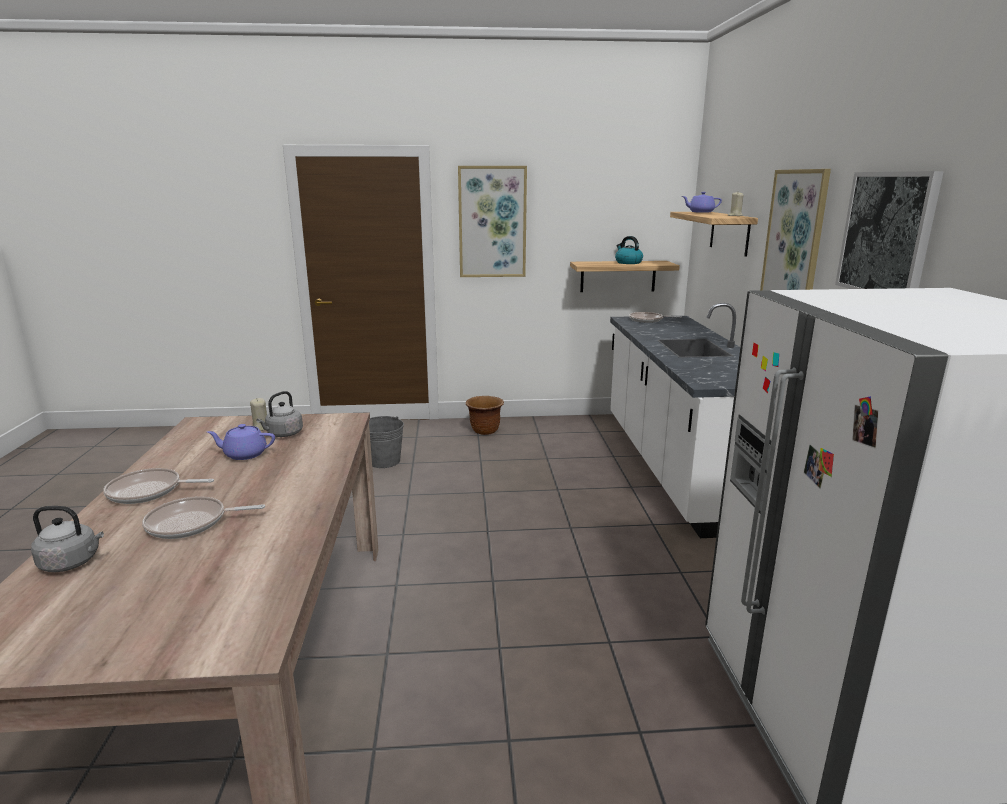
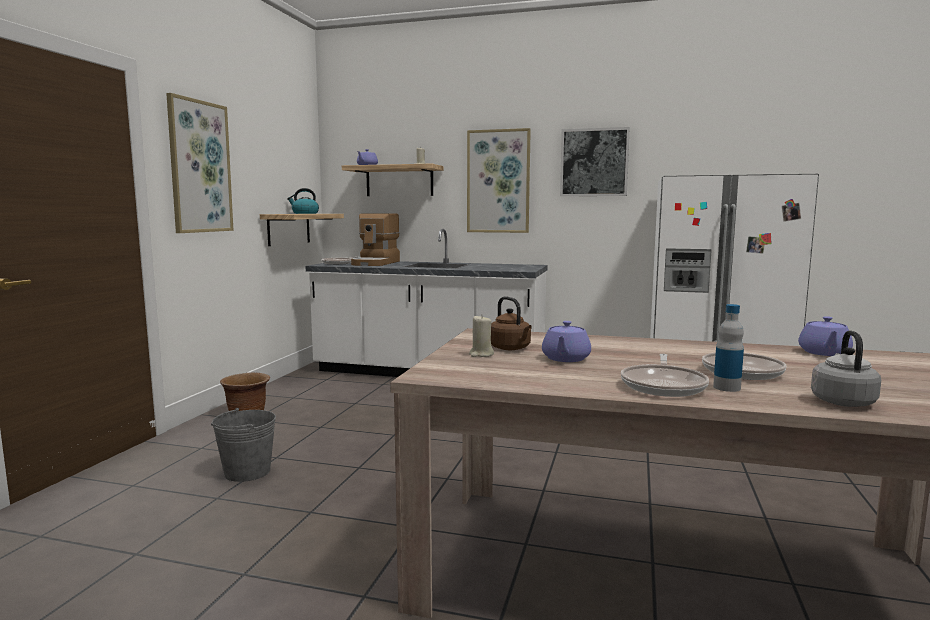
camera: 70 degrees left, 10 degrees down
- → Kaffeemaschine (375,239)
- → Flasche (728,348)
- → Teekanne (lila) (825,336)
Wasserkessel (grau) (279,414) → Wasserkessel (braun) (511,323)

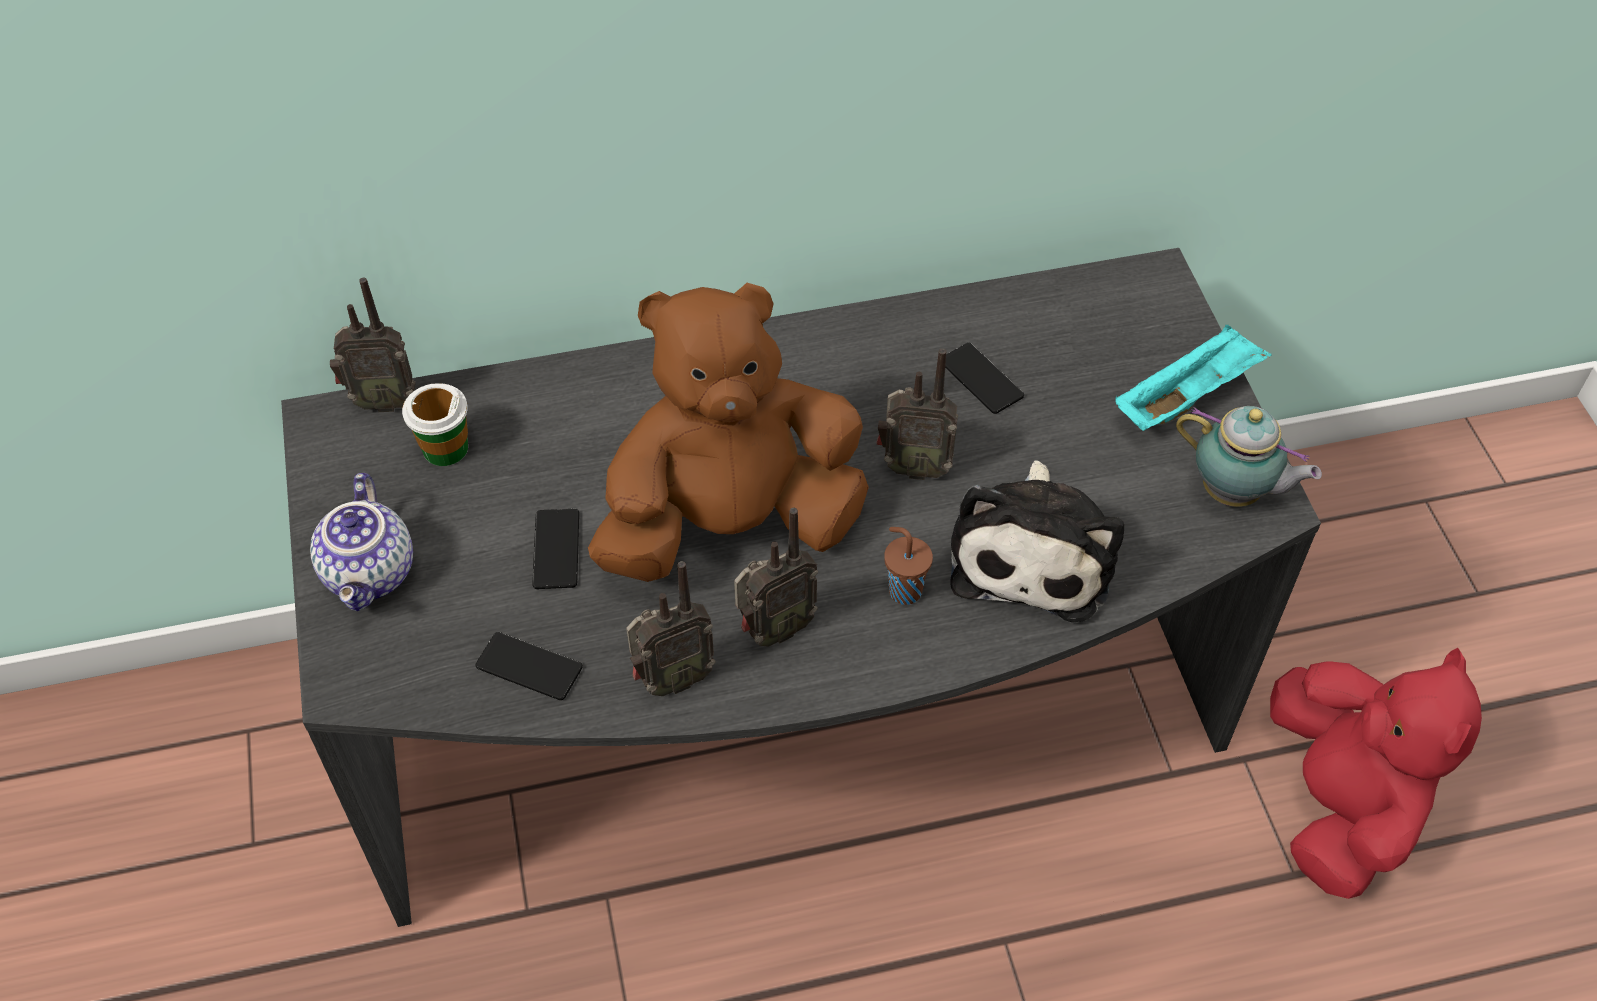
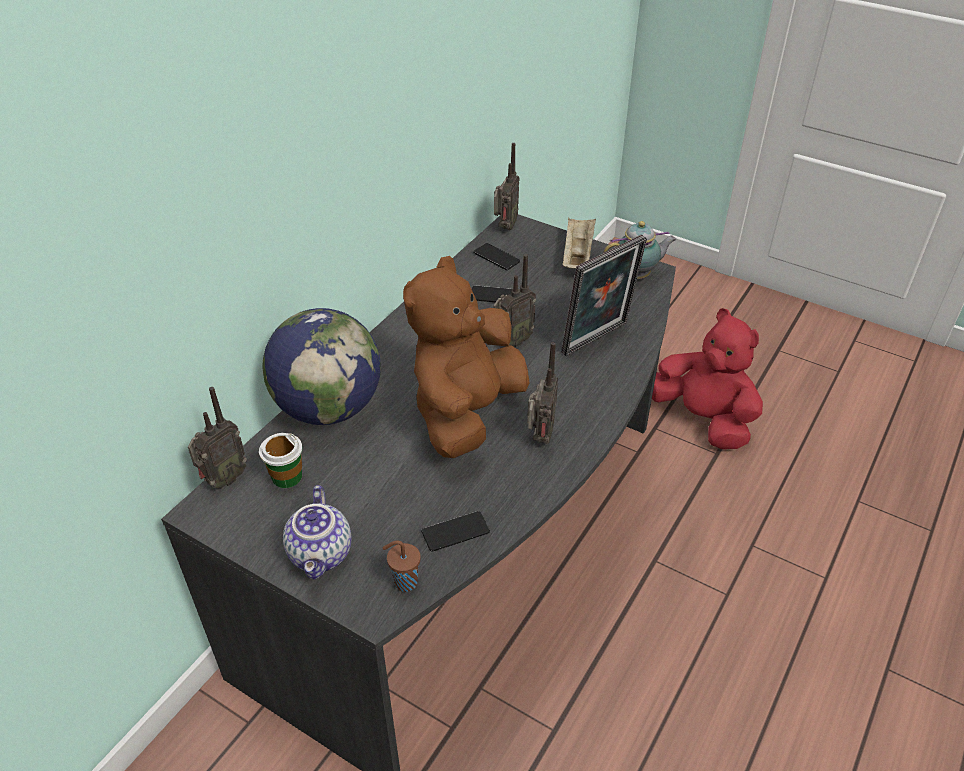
camera: 45 degrees left, 10 degrees down
- → Globus (321,366)
Handy (555,549) → Handy (496,256), moved
Radio (671,628) → Radio (507,186), moved
Tasse (braun) (908,566) → Tasse (braun) (402,566), moved
Plüschtier (1037,541) → Bilderrahmen (604,295)
Tablett (türkis) (1193,377) → Tablett (beige) (579,243)
Teekanne (361,542) → Teekanne (317,532), 45 degrees clockwise

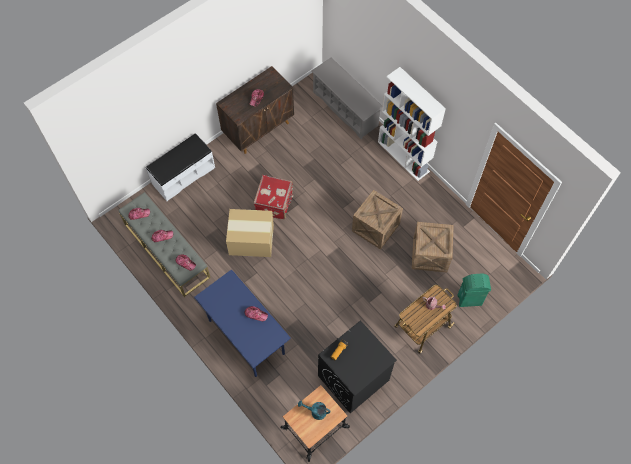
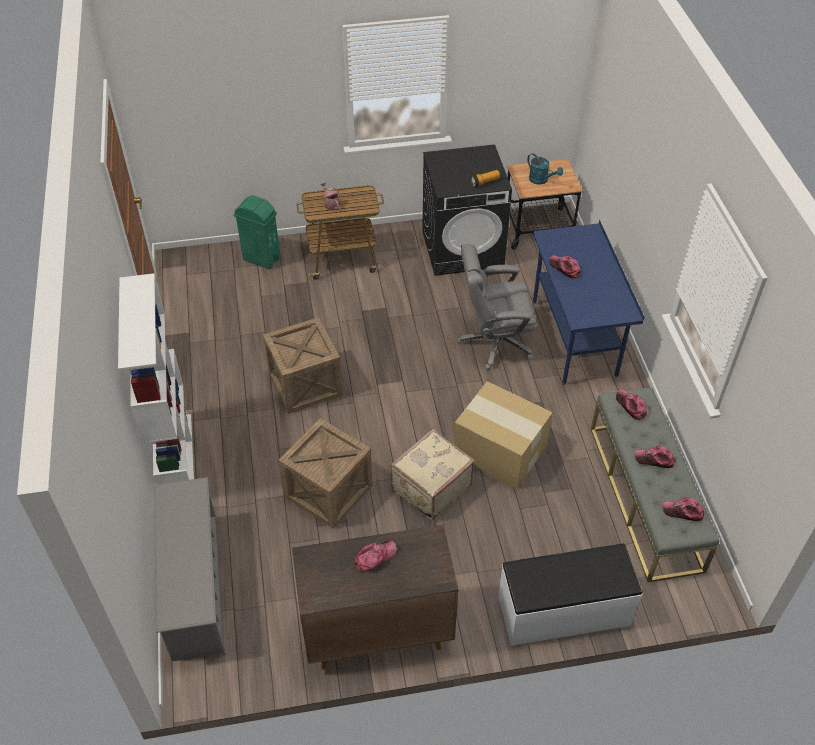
camera: 150 degrees left, 15 degrees down
- → Bürostuhl (grau) (497,307)
Kiste (433,247) → Kiste (326,473), moved
Koffer (rot) (273,197) → Koffer (beige) (432,474)

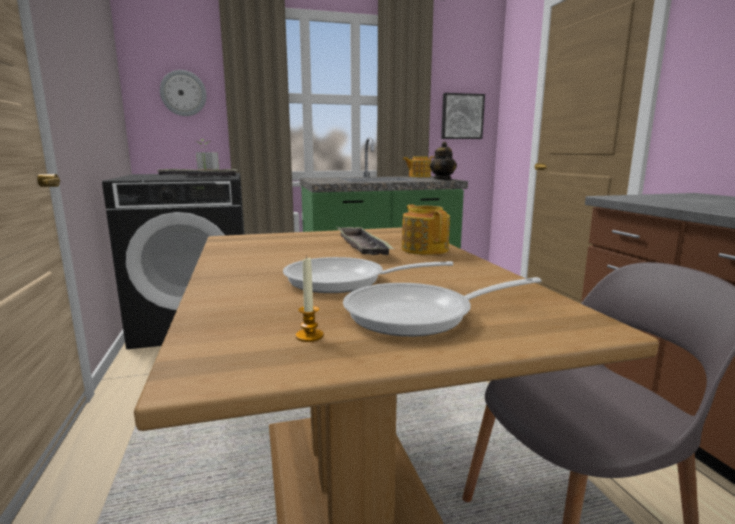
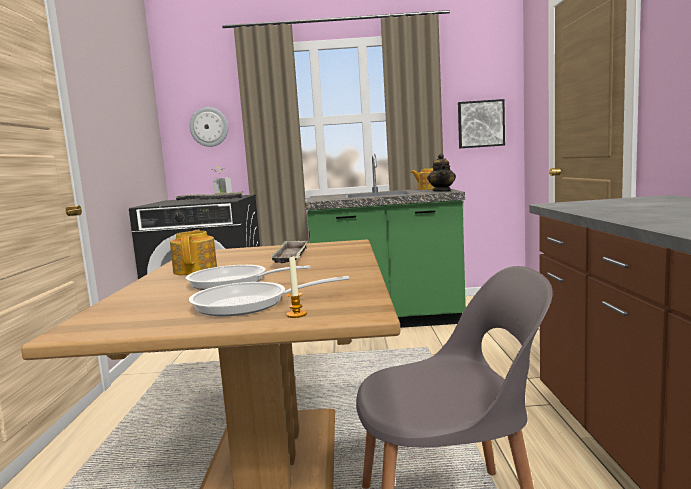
camera: 15 degrees right, 5 degrees down
Kerze (310,299) → Kerze (296,286), moved
Teekanne (426,229) → Teekanne (193,252), moved

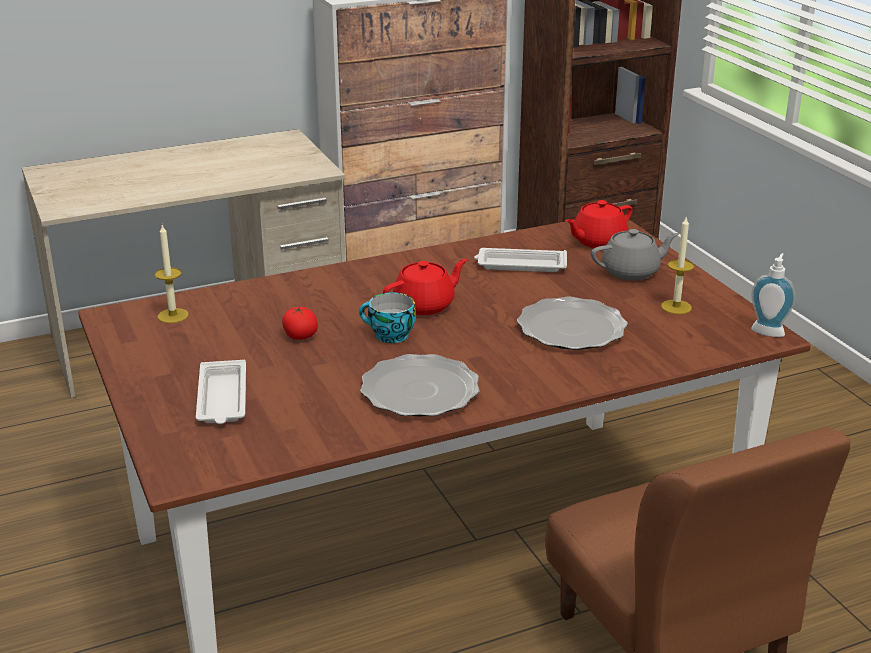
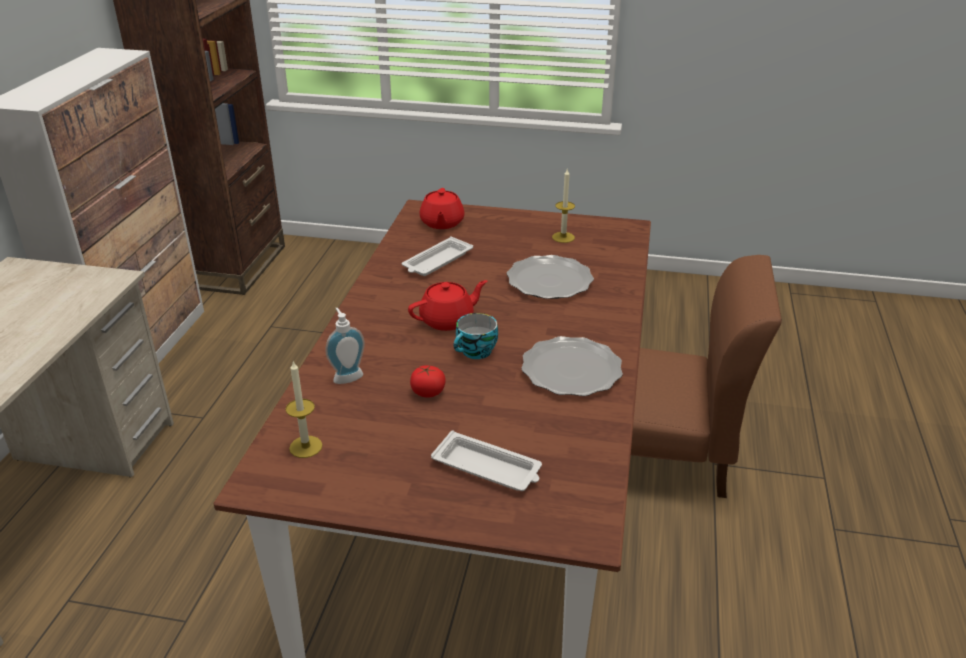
camera: 55 degrees left, 5 degrees up
Teekanne (grau) (635,254) → -
Seifenspender (773,295) → Seifenspender (345,346), moved
Teekanne (rot) (425,287) → Teekanne (rot) (447,305), 60 degrees clockwise

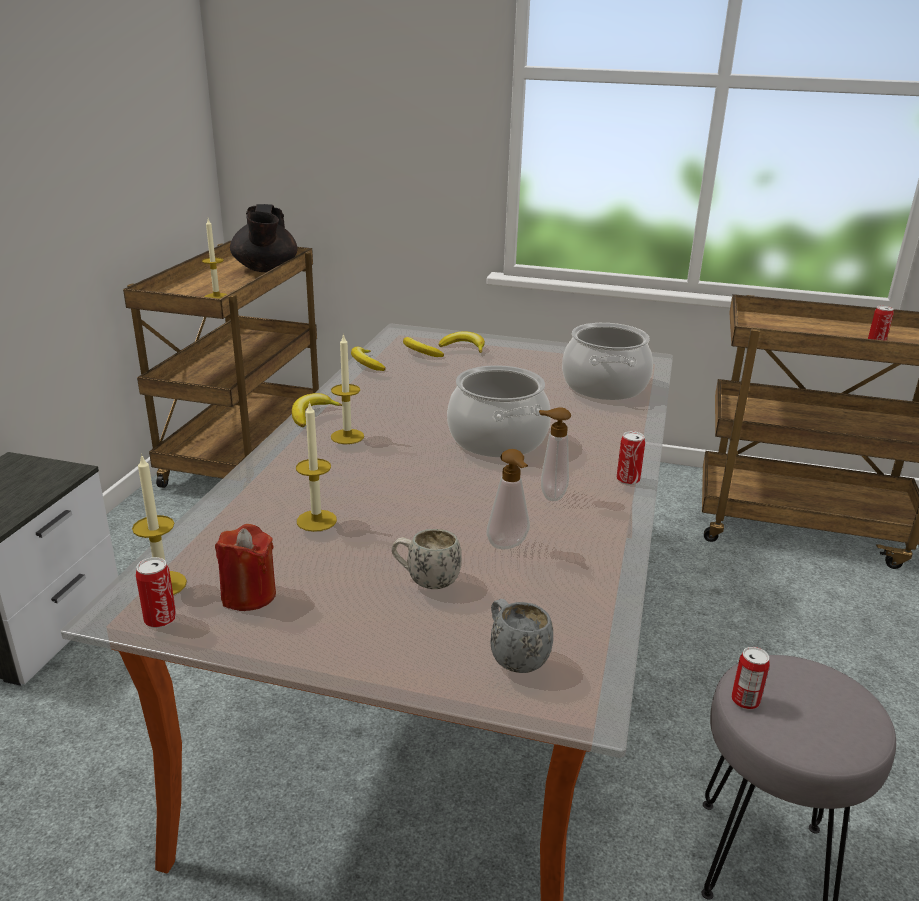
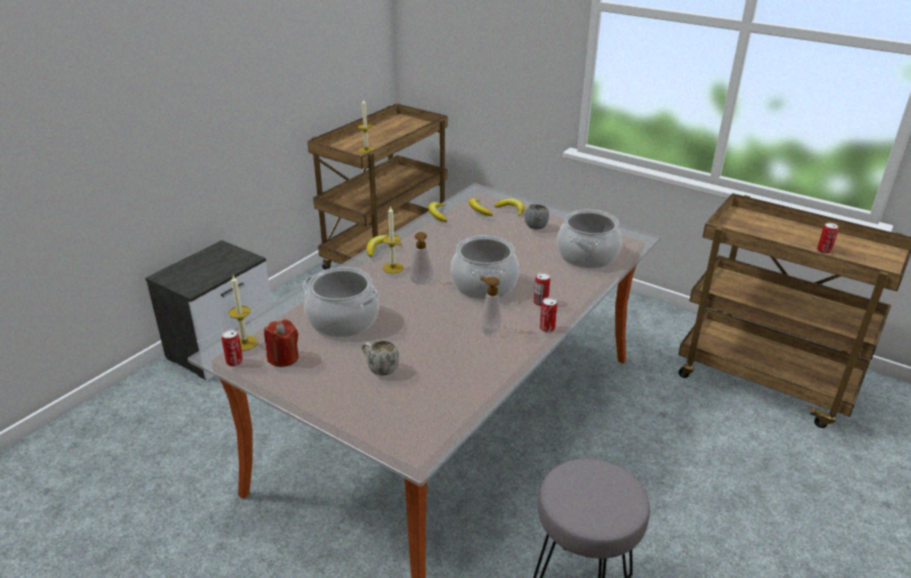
camera: 20 degrees right, 5 degrees up
Teekanne (schwarz) (263,238) → -
Seifenspender (508,499) → Seifenspender (421,258), moved
Henkelbecher (grau) (521,636) → Henkelbecher (grau) (537,217), moved
Dose (750,678) → Dose (542,289), moved
Kerze (316,466) → Kochtopf (341,302)

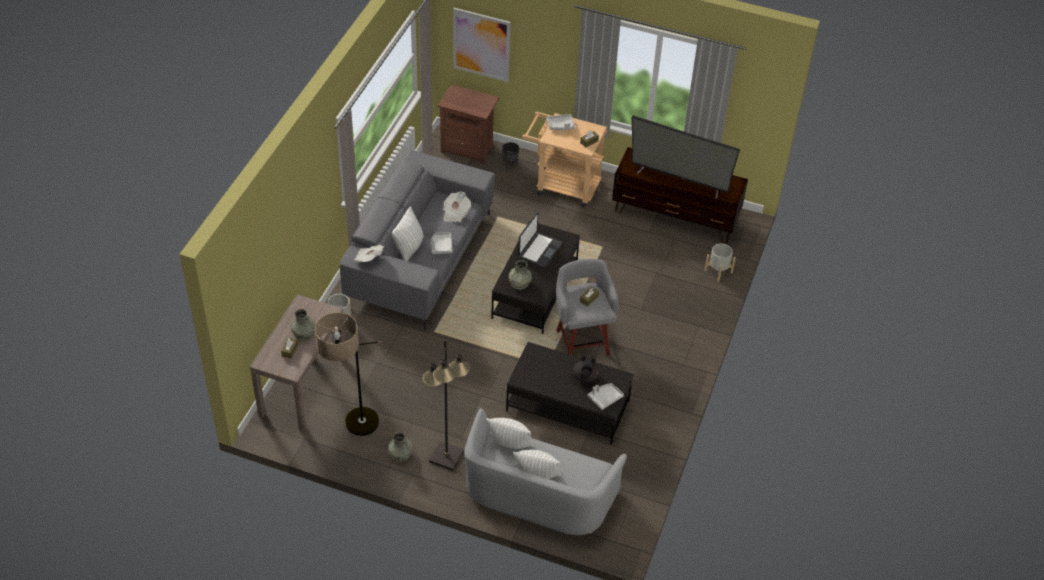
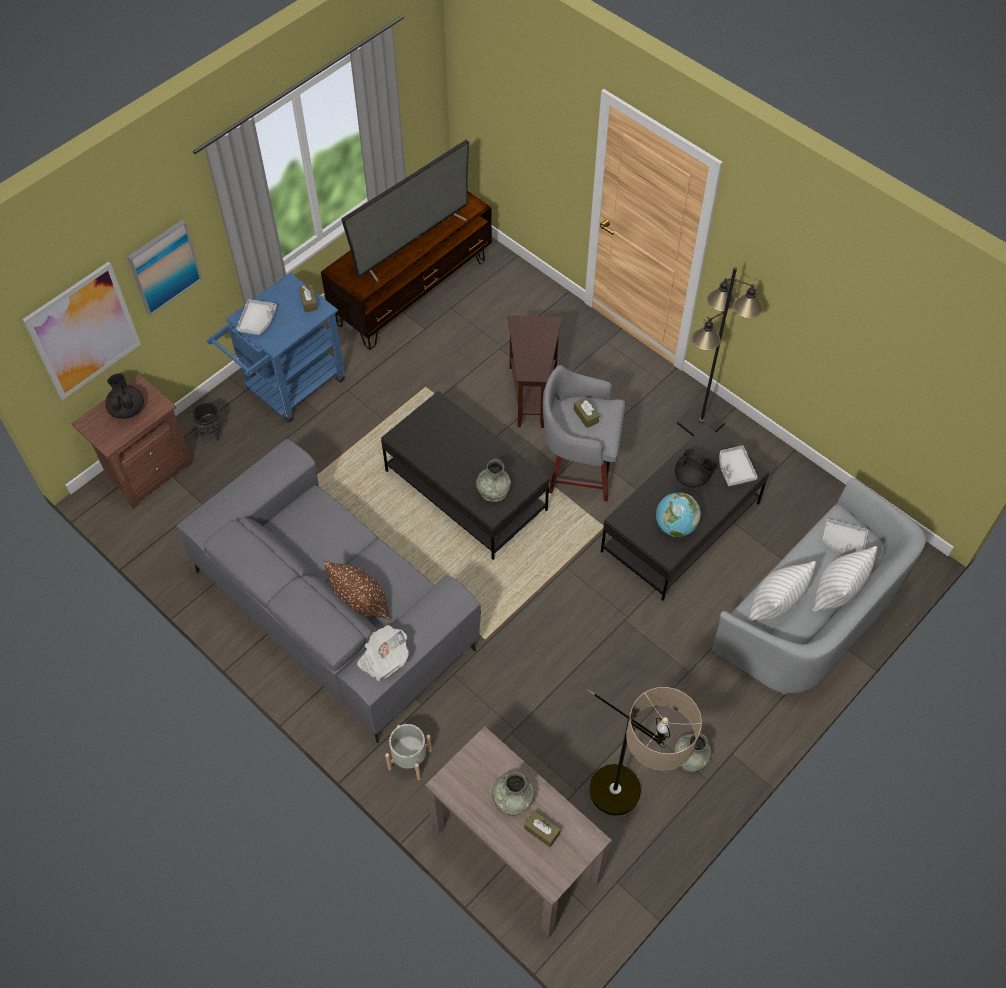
camera: 65 degrees left, 10 degrees up
Zeitung (457,207) → -
Laptop (540,240) → -
Pflanzkübel (grau) (720,262) → -
- → Teekanne (schwarz) (124,396)
- → Bild (164,267)
- → Beistelltisch (braun) (535,372)
- → Globus (678,514)
Stehlampe (schwarz) (446,405) → Stehlampe (schwarz) (720,351), moved
Tablett (grau) (442,243) → Tablett (grau) (845,536), moved
Kissen (weiß) (408,233) → Kissen (braun) (357,590)
Rollwagen (beige) (564,160) → Rollwagen (blau) (276,348)

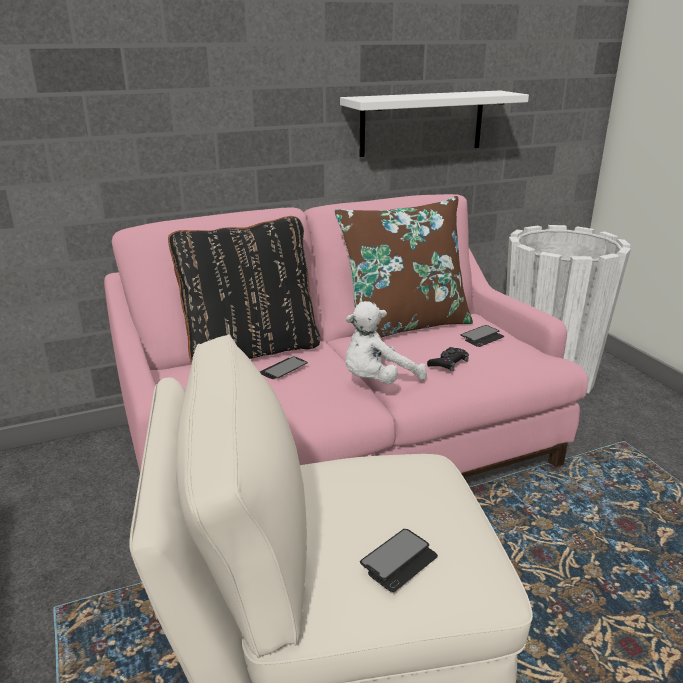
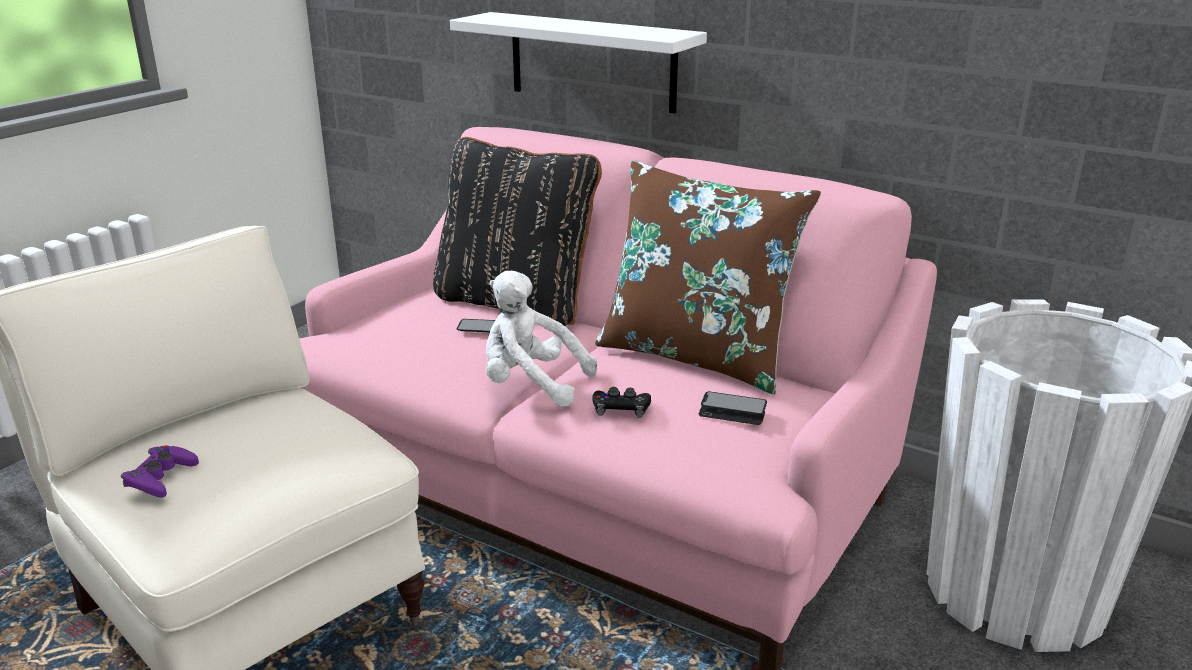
camera: 55 degrees right, 0 degrees up
Wandregal (weiß) (434,124) → Wandregal (weiß) (578,62), moved
Handy (399,560) → Gamepad (lila) (160,472)

